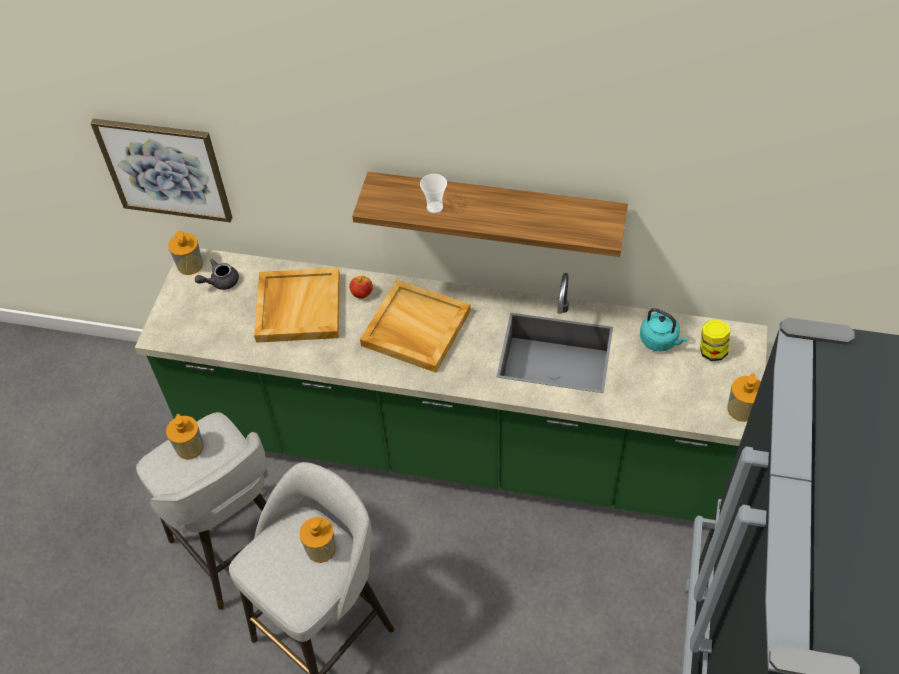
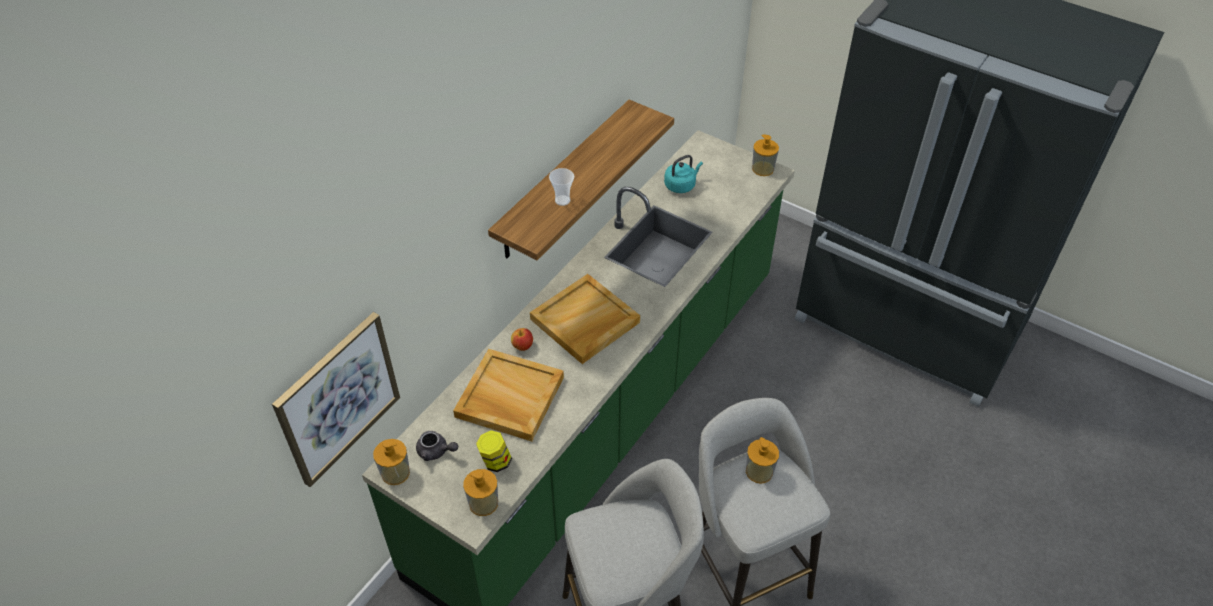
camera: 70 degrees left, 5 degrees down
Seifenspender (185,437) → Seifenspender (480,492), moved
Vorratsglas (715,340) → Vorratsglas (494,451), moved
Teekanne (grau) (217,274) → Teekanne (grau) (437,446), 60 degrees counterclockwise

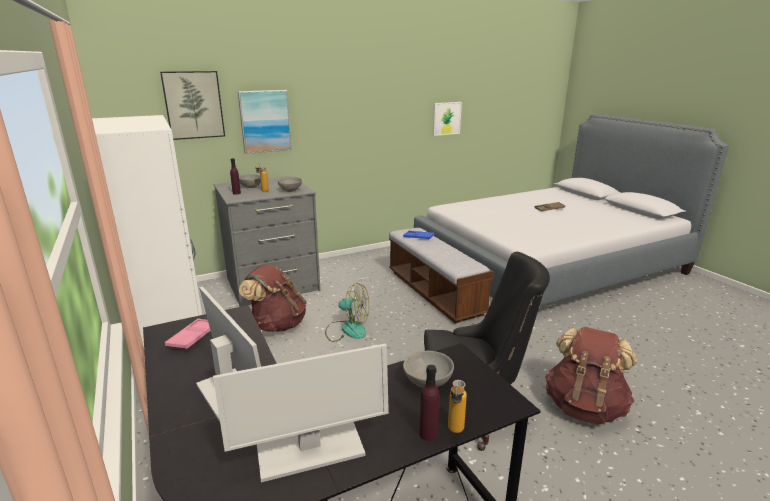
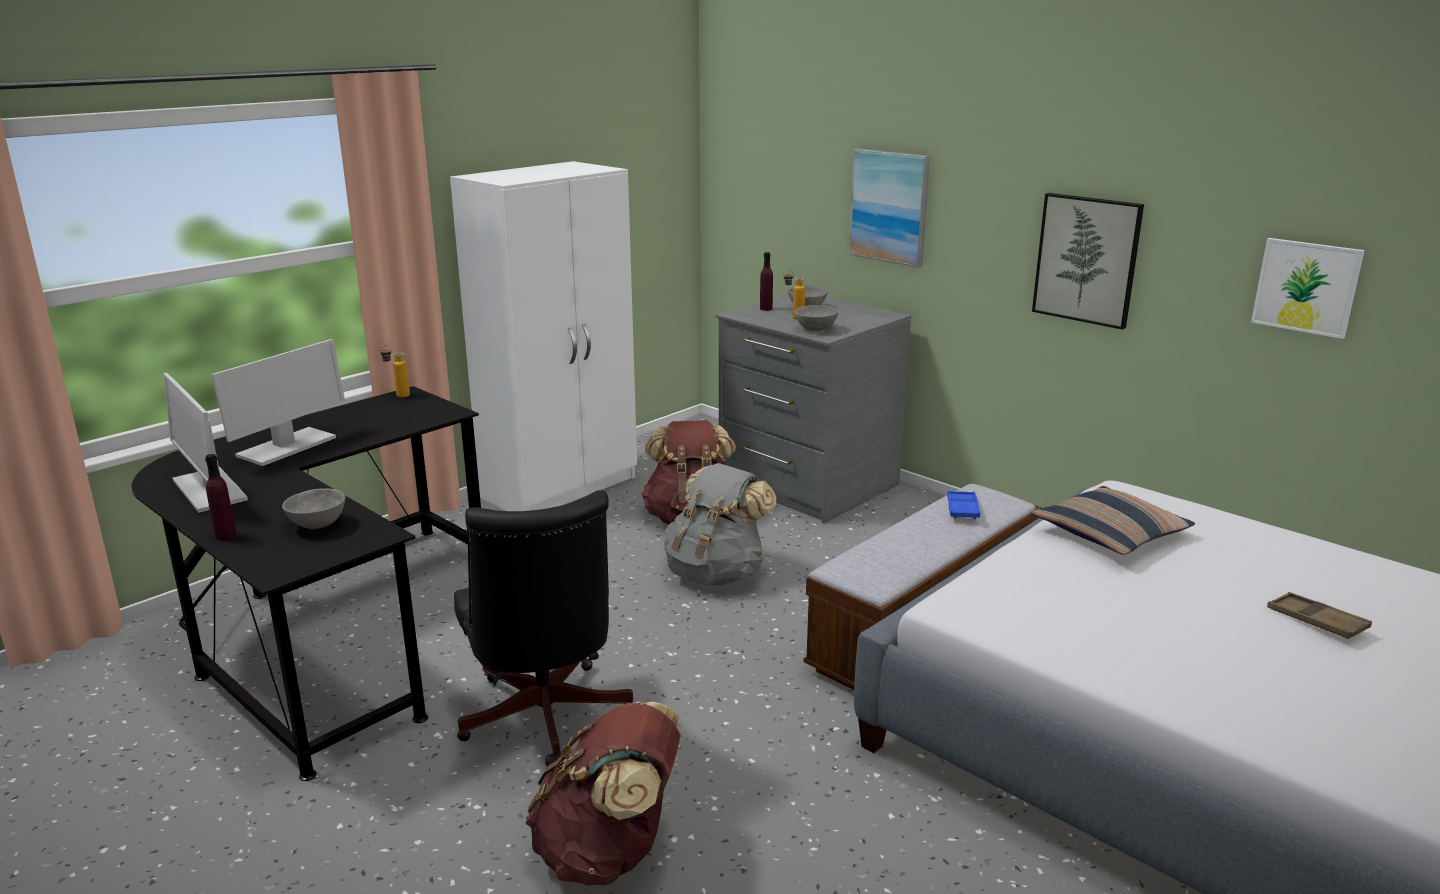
camera: 70 degrees right, 0 degrees up
Tablett (rosa) (188,334) → -
- → Kissen (1113,520)
Bild (192,105) → Bild (1088,261), moved
Flasche (457,406) → Flasche (395,371), moved
Ventilator (347,312) → Rucksack (grau) (720,524)

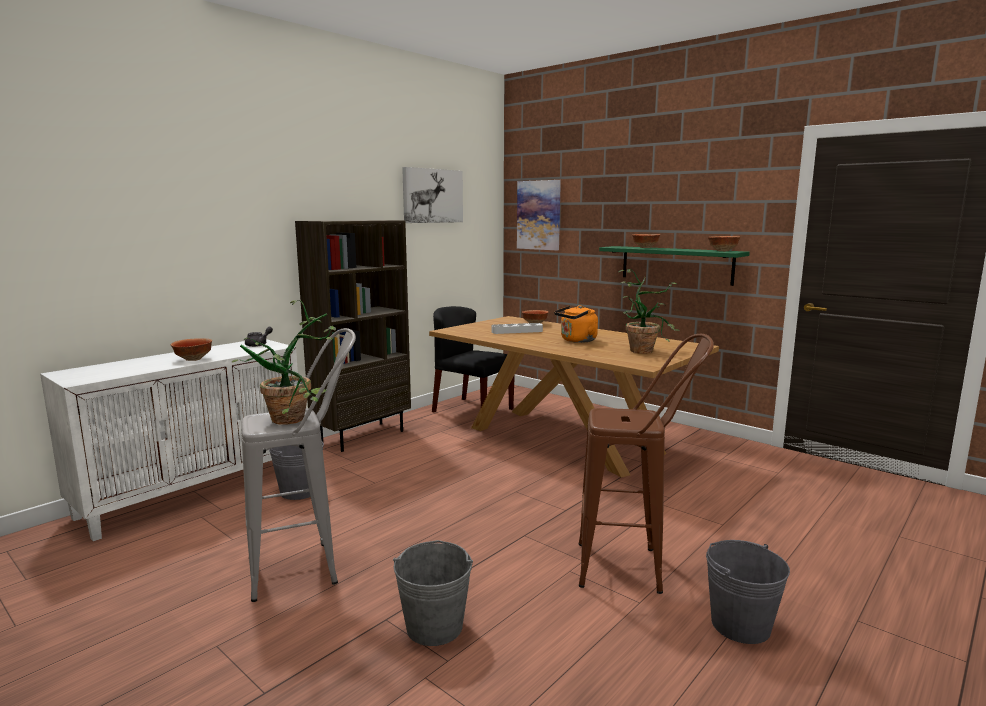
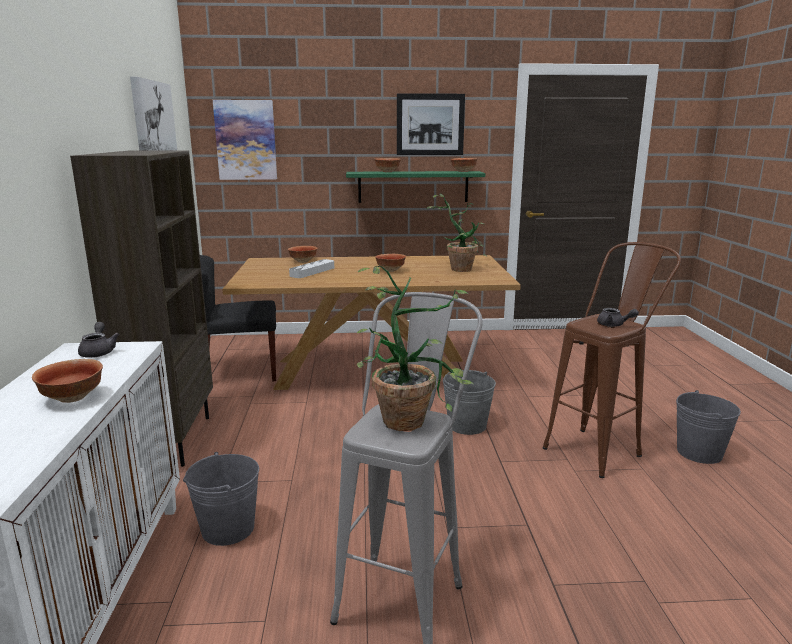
camera: 45 degrees left, 5 degrees up
- → Bild (431,124)
- → Teekanne (grau) (618,317)
Eimer (grau) (433,593) → Eimer (grau) (469,402), moved
Wasserkessel (orange) (576,324) → Schüssel (390,263)

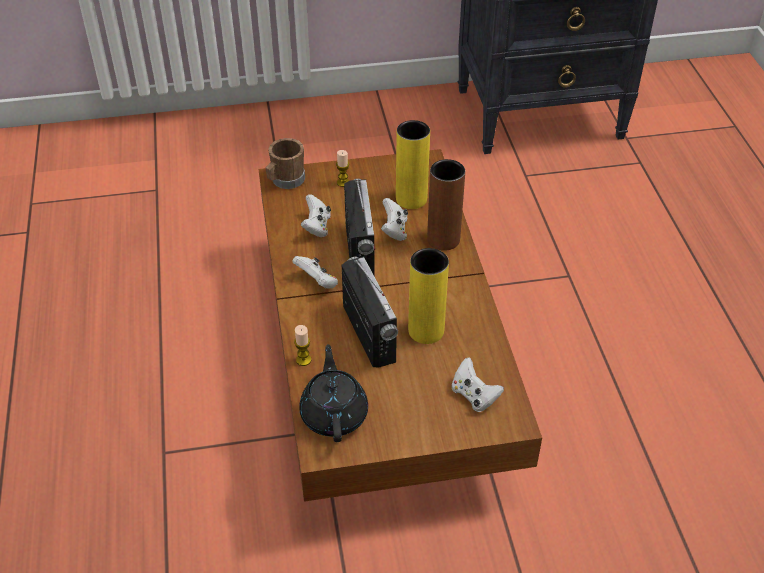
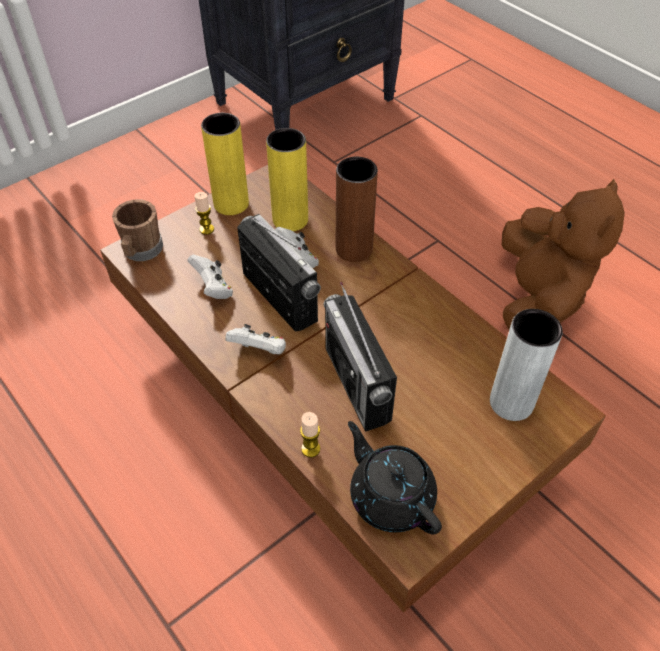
camera: 30 degrees left, 5 degrees up
- → Plüschtier (braun) (563,254)
Vase (gelb) (428,296) → Vase (gelb) (225,164), moved
Gamepad (weiß) (478,384) → Vase (grau) (526,365)
Radio (370,311) → Radio (360,357), 150 degrees counterclockwise

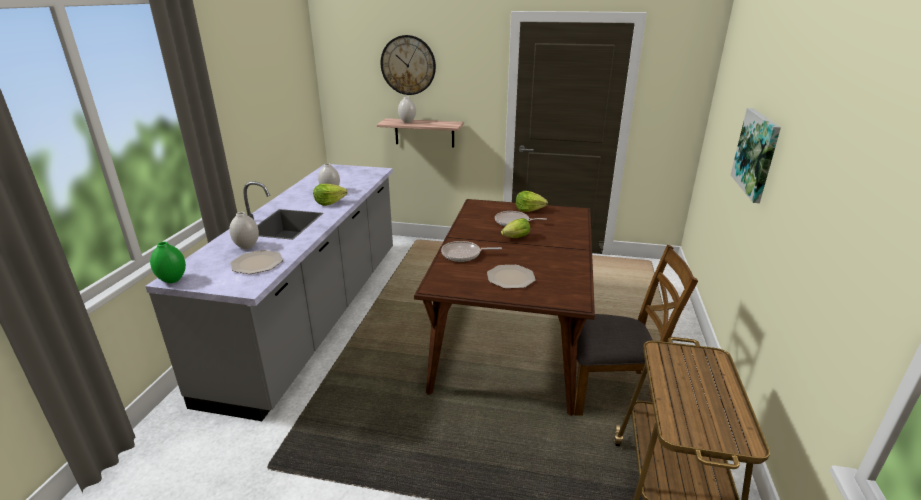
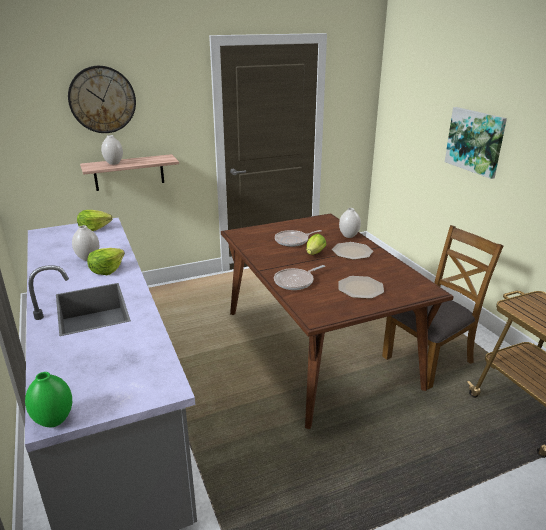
camera: 35 degrees left, 0 degrees up
Vase (weiß) (244,230) → Vase (weiß) (350,223), moved
Teller (256,262) → Teller (352,251), moved
Salatkopf (532,201) → Salatkopf (95,220), moved

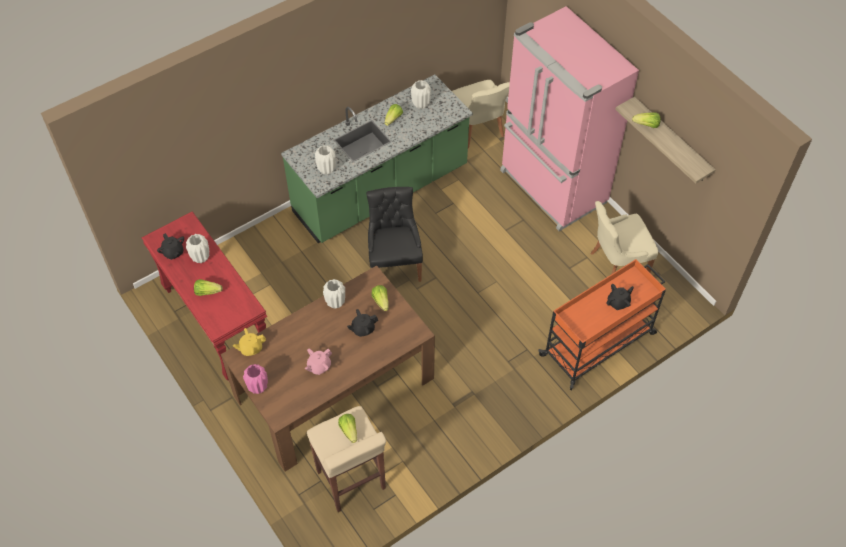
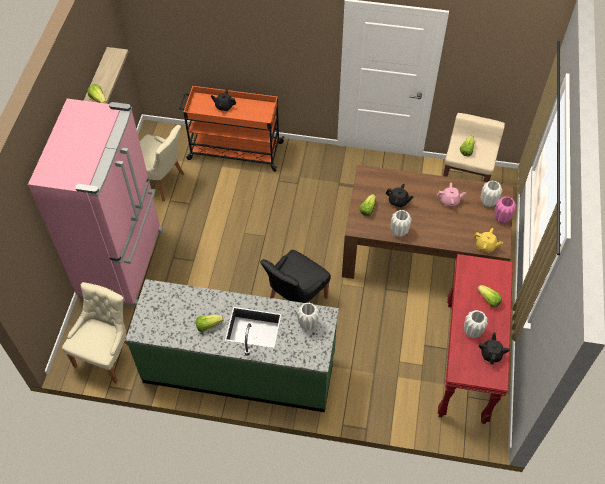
camera: 135 degrees left, 0 degrees up
Vase (weiß) (421,94) → Vase (weiß) (491,193), moved

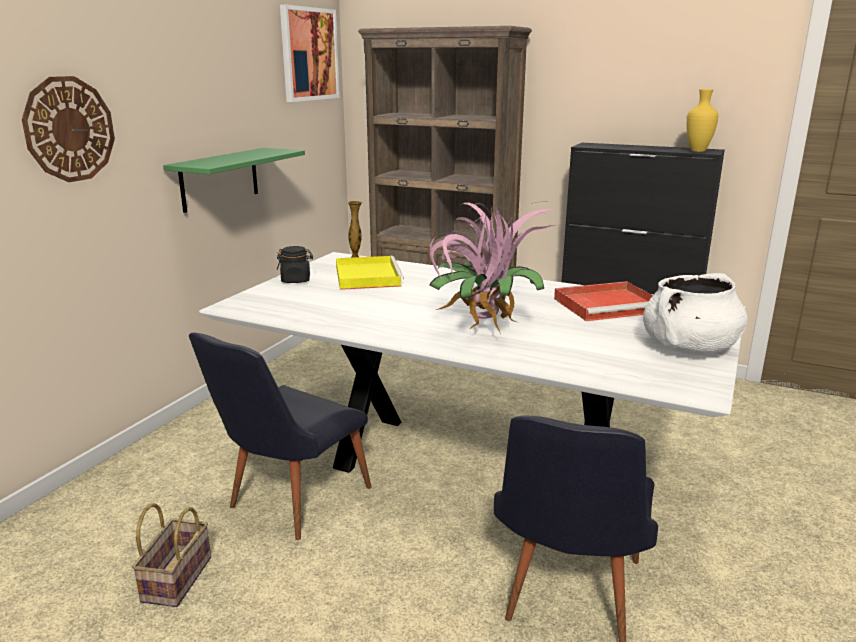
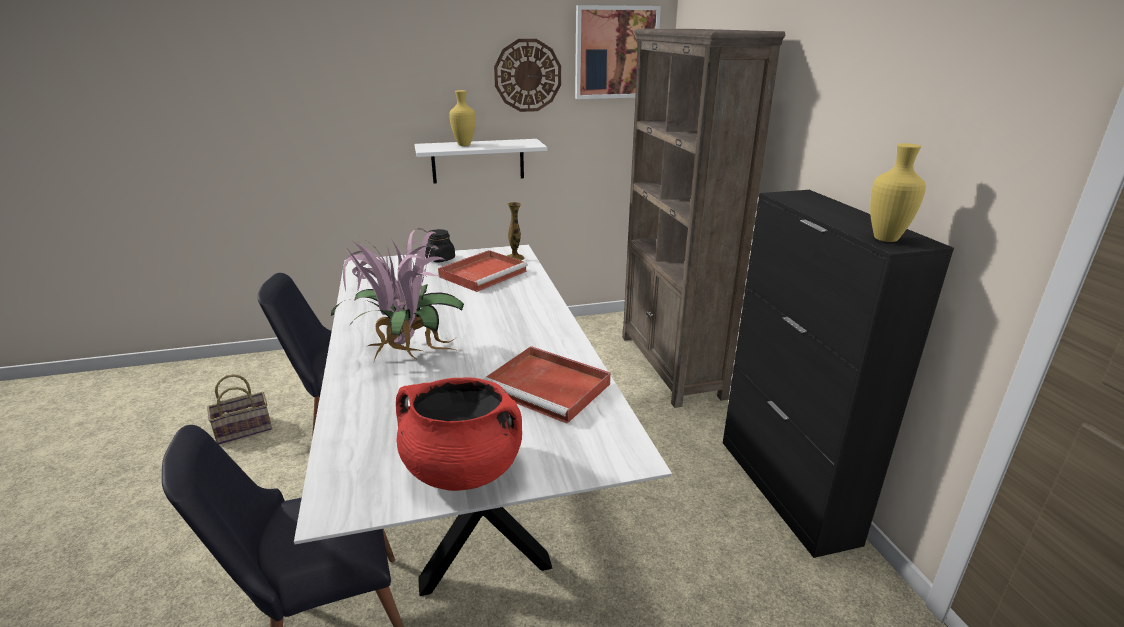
camera: 50 degrees right, 5 degrees up
- → Vase (gelb) (462,118)
Wanduhr (68,129) → Wanduhr (527,75), moved
Wandregal (grün) (234,180) → Wandregal (weiß) (480,161)
Tablett (gelb) (370,273) → Tablett (rot) (483,271)
Kochtopf (weiß) (695,314) → Kochtopf (rot) (459,434)

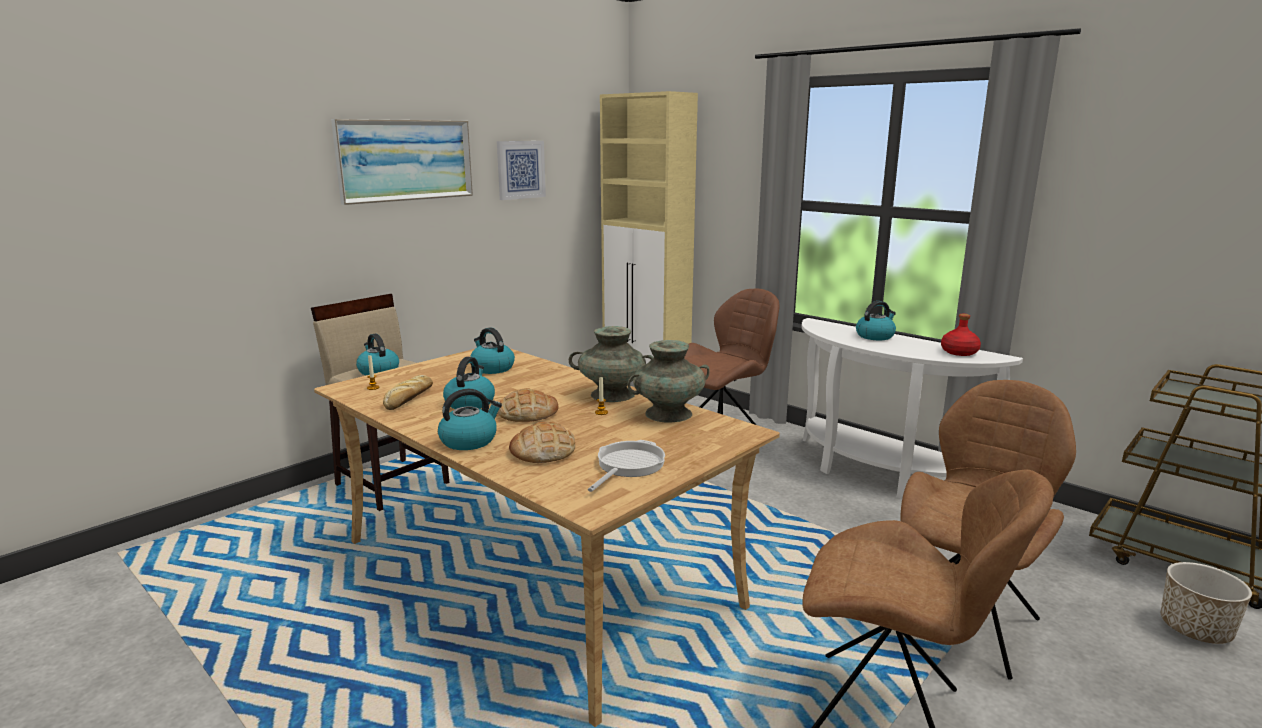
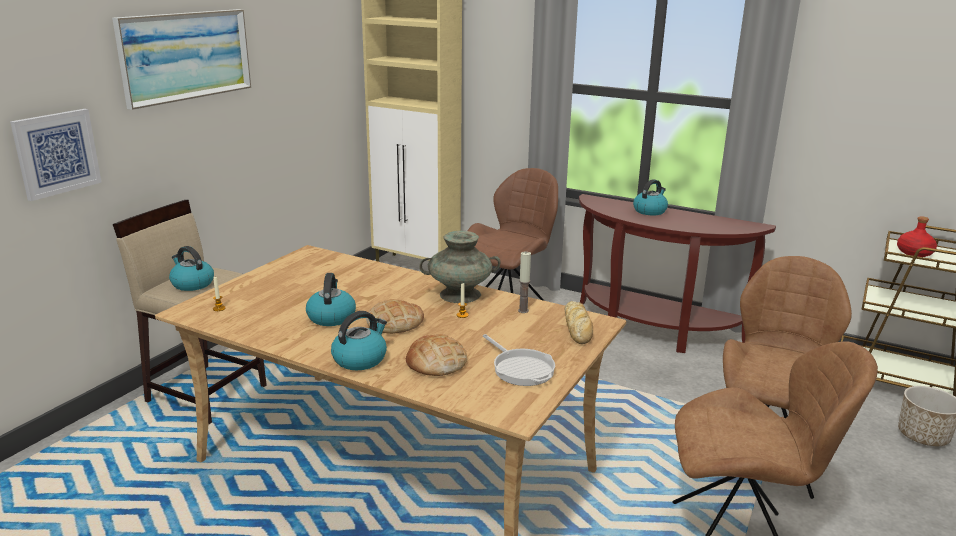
camera: 15 degrees left, 5 degrees up
Wasserkessel (492,350) → -
Brot (408,392) → Brot (579,322), moved
Bild (521,170) → Bild (56,155), moved
Flasche (rot) (961,335) → Flasche (rot) (917,236), moved
Vase (türkis) (669,381) → Kerze (524,282)
Konsolentisch (weiß) (912,408) → Konsolentisch (braun) (677,273)
Pfanne (626,466) → Pfanne (519,360), 135 degrees clockwise

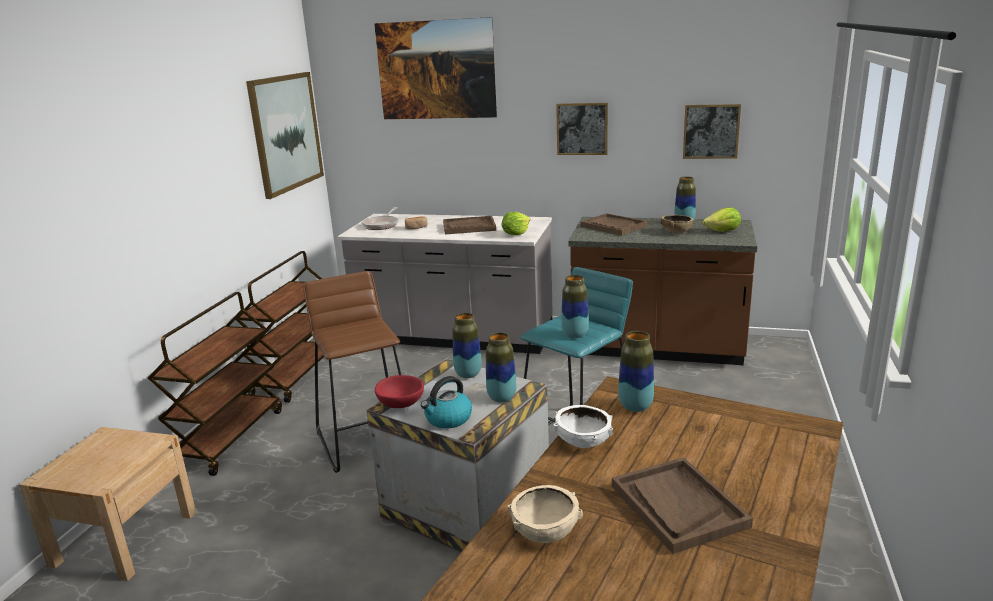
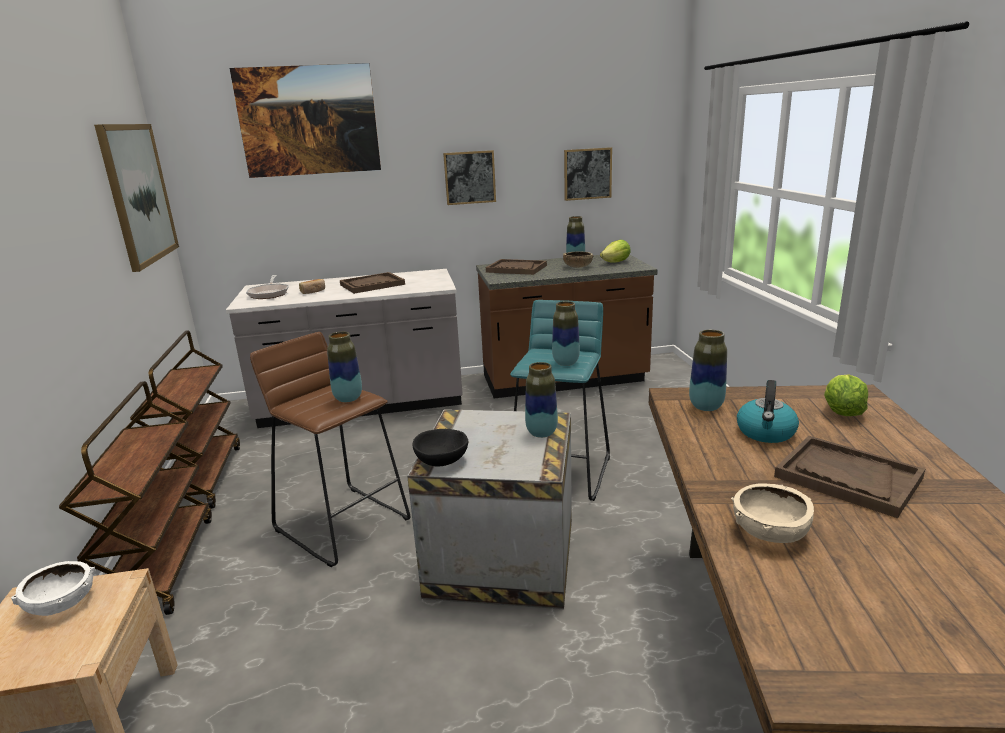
camera: 25 degrees left, 0 degrees up
Wasserkessel (446,402) → Wasserkessel (768,411), moved
Vase (467,345) → Vase (344,367), moved
Salatkopf (515,223) → Salatkopf (846,395), moved
Schüssel (weiß) (583,426) → Schüssel (weiß) (53,588), moved
Schüssel (rot) (399,391) → Schüssel (schwarz) (440,448)

